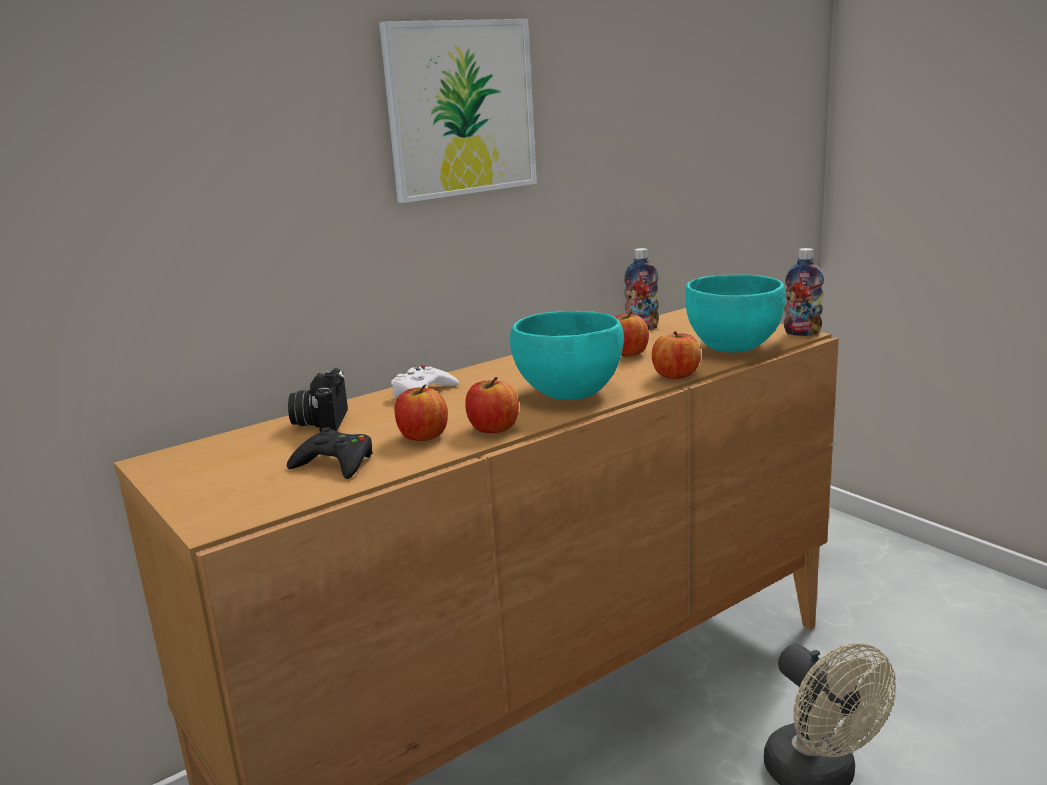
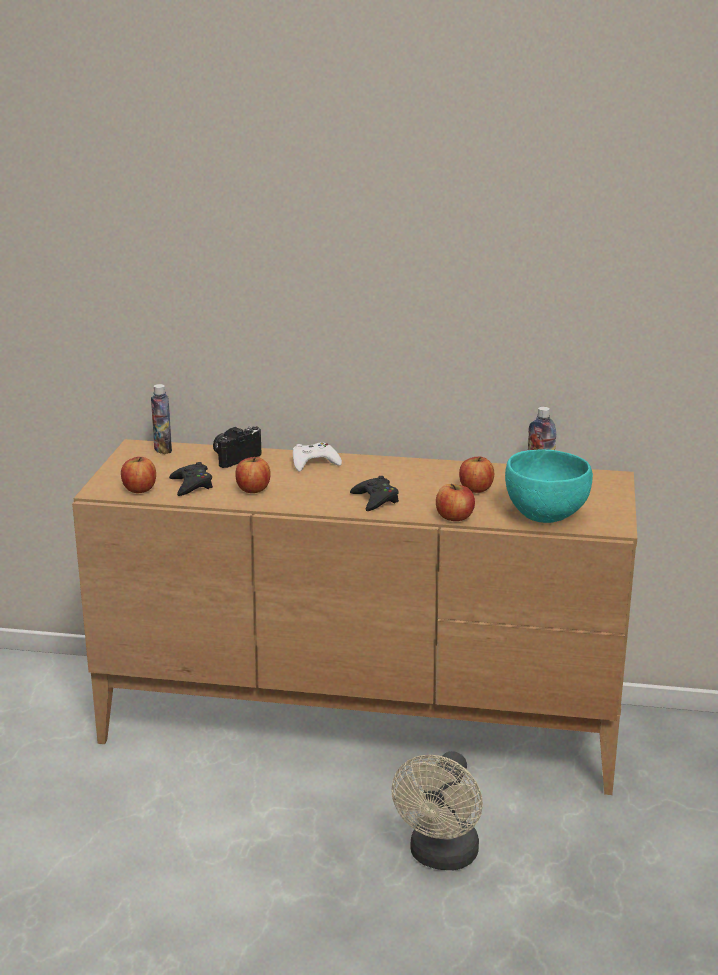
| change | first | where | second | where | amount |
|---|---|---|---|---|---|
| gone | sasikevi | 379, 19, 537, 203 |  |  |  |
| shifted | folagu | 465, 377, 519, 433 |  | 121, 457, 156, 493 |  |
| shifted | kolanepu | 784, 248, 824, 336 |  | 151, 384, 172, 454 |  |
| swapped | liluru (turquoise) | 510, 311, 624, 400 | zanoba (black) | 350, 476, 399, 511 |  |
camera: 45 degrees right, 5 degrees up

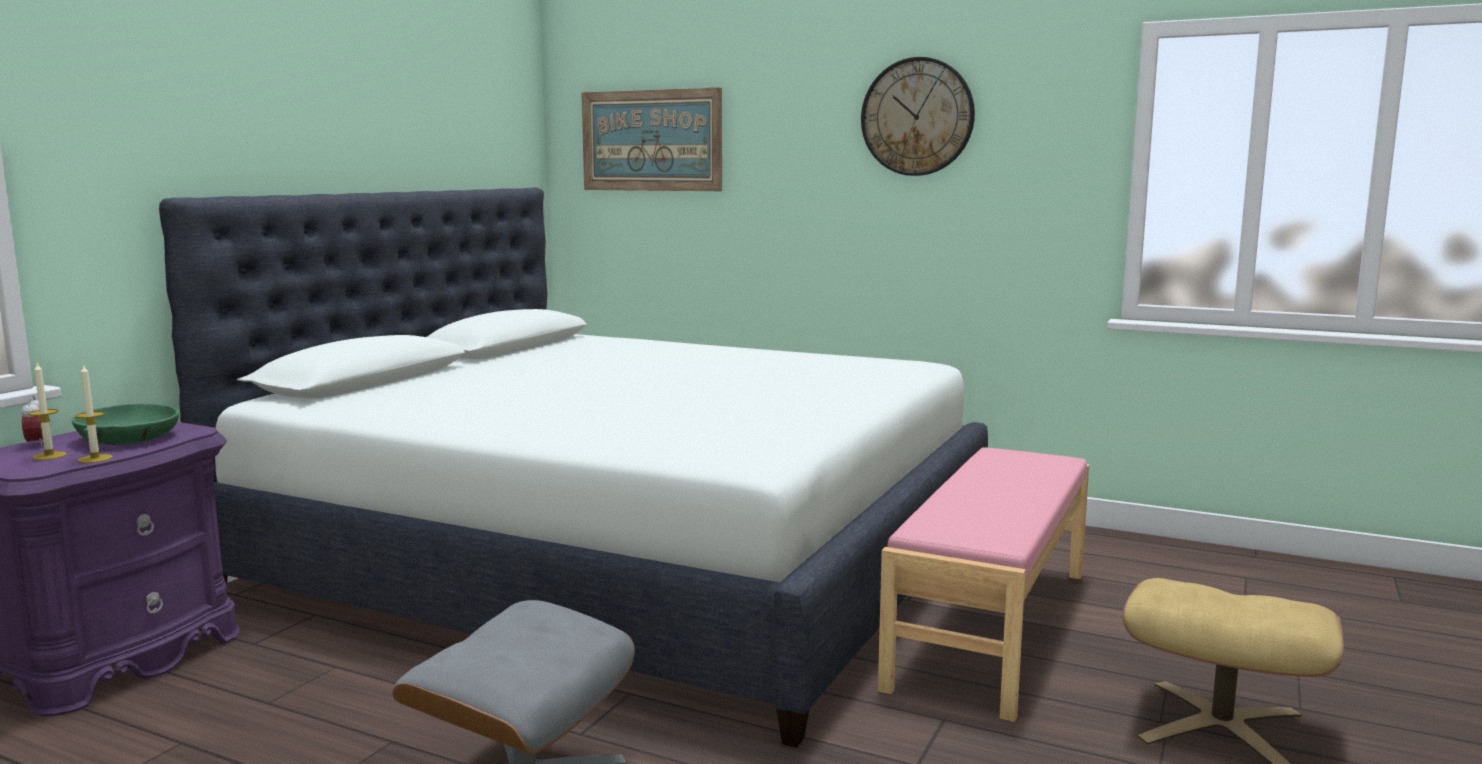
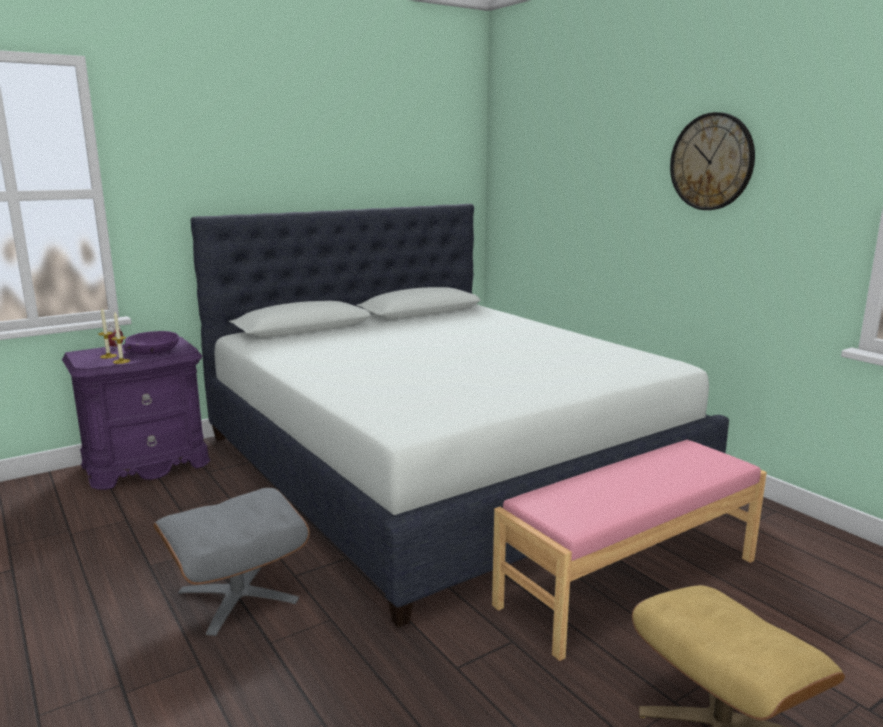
| change | first | where | second | where | amount |
|---|---|---|---|---|---|
| gone | sasikevi | 581, 87, 722, 191 |  |  |  |
| repainted | liluru (green) | 72, 404, 179, 445 | liluru (purple) | 123, 331, 179, 354 |  |
camera: 30 degrees right, 5 degrees up

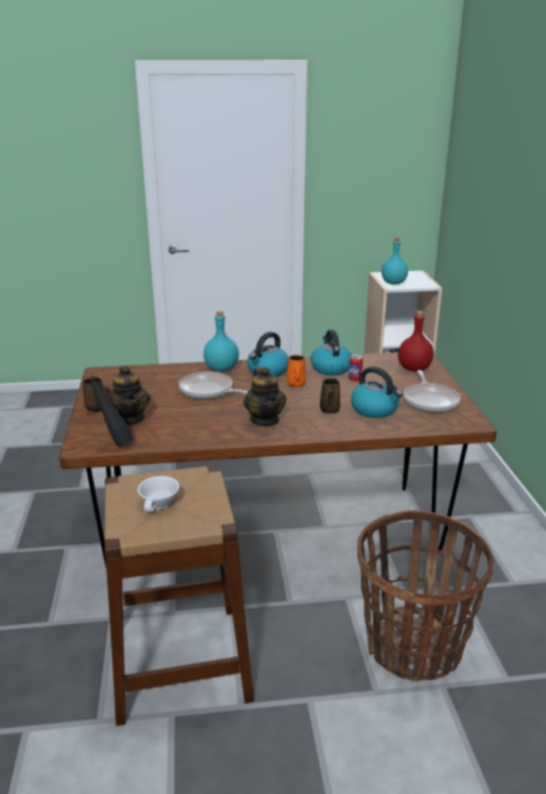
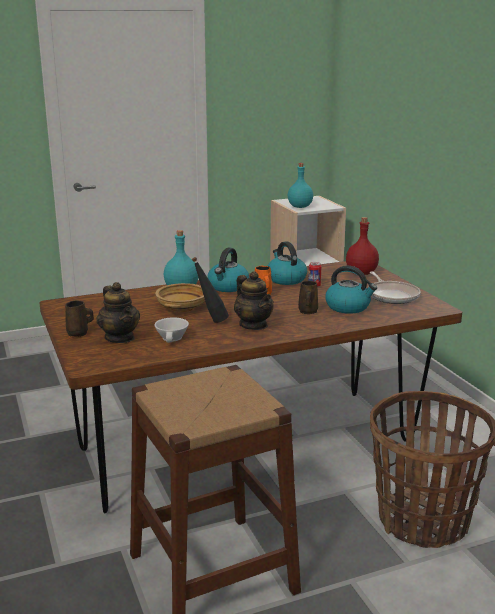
| change | first | where | second | where | amount |
|---|---|---|---|---|---|
| shifted | kolanepu (black) | 88, 375, 134, 447 |  | 192, 257, 229, 323 |  |
| shifted | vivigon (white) | 137, 476, 179, 512 |  | 154, 317, 189, 343 |  |
| swapped | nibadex | 179, 371, 248, 399 | liluru (beige) | 155, 283, 205, 312 |  |
camera: 15 degrees left, 5 degrees down

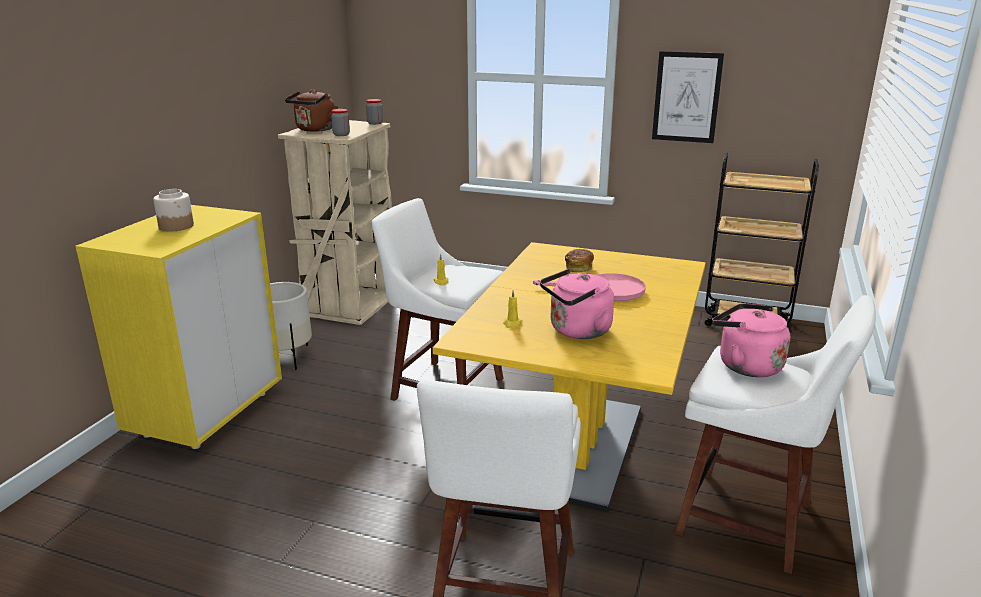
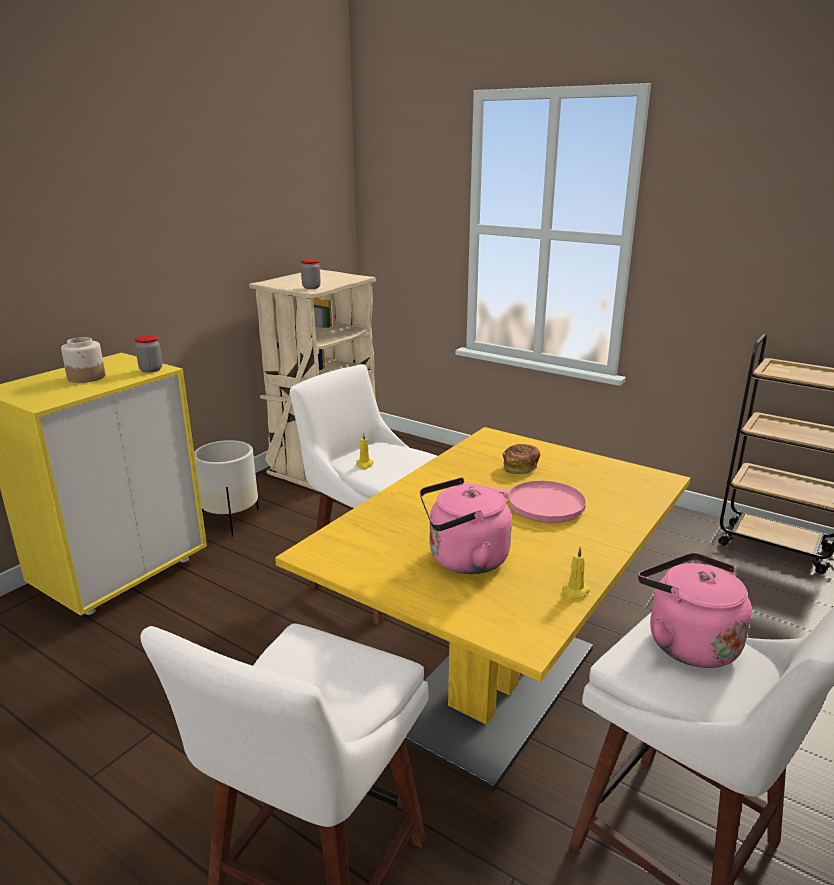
| change | first | where | second | where | amount |
|---|---|---|---|---|---|
| gone | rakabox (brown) | 285, 90, 338, 132 |  |  |  |
| gone | sasikevi | 652, 51, 724, 143 |  |  |  |
| shifted | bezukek | 366, 99, 383, 125 |  | 135, 335, 162, 373 |  |
| shifted | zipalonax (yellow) | 503, 291, 523, 329 |  | 562, 547, 591, 601 |  |
camera: 15 degrees right, 0 degrees up

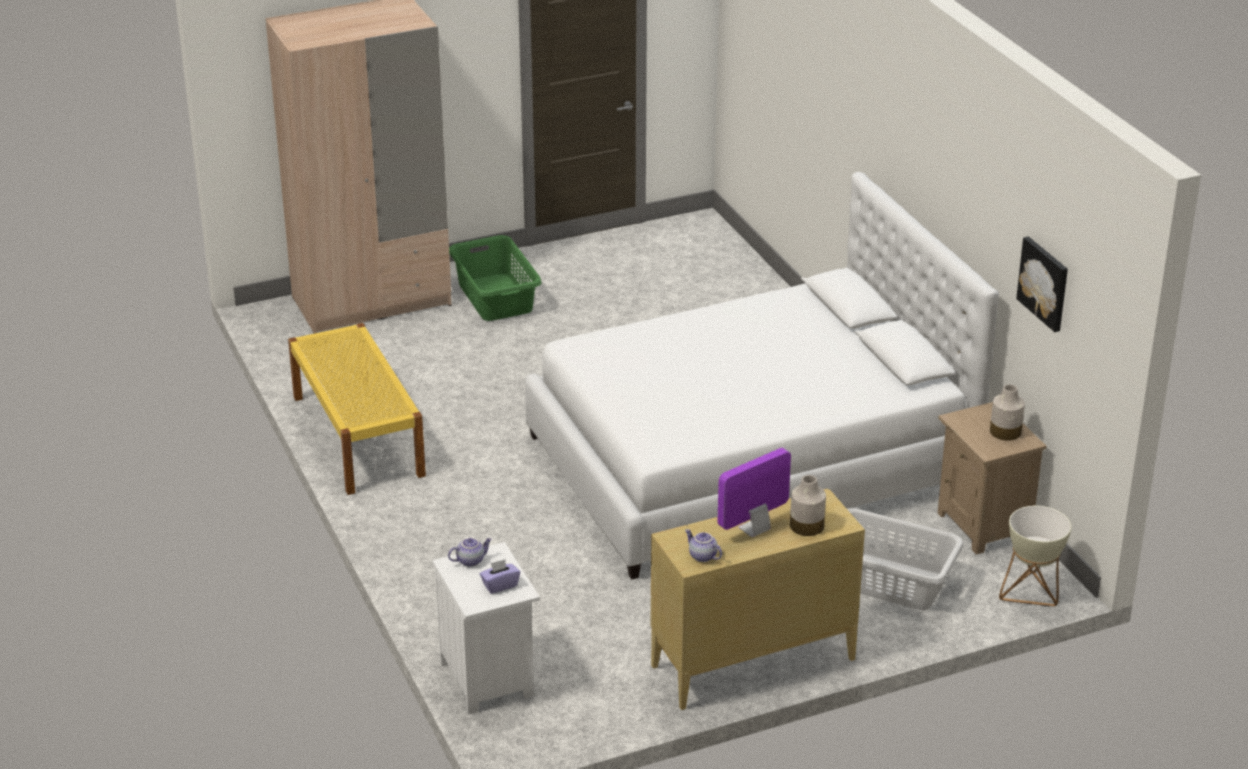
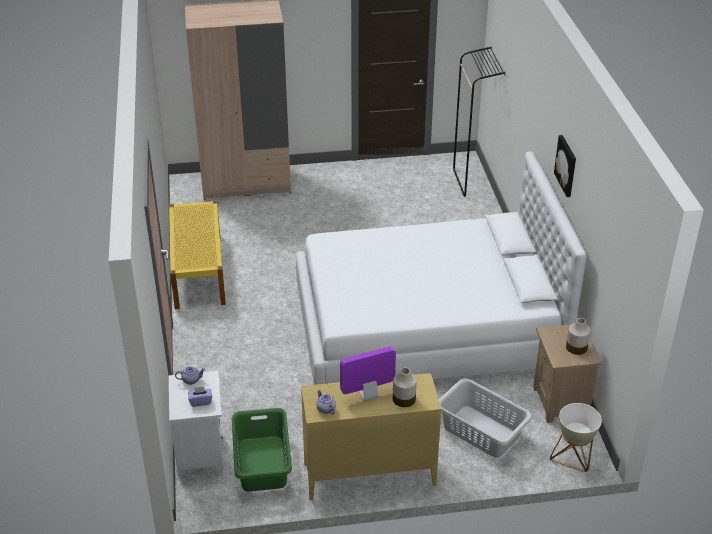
| change | first | where | second | where | amount |
|---|---|---|---|---|---|
| new |  |  | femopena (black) | 453, 46, 505, 197 |  |
| shifted | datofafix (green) | 449, 235, 542, 321 |  | 232, 408, 292, 491 |  |
| shifted | sasikevi | 1016, 236, 1068, 332 |  | 554, 135, 576, 197 |  |
camera: 15 degrees right, 5 degrees up

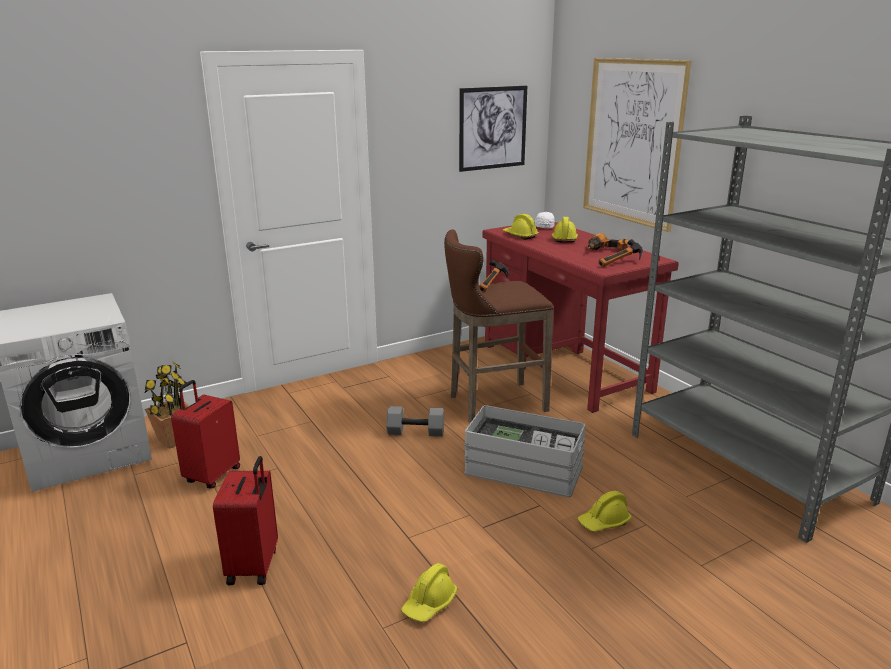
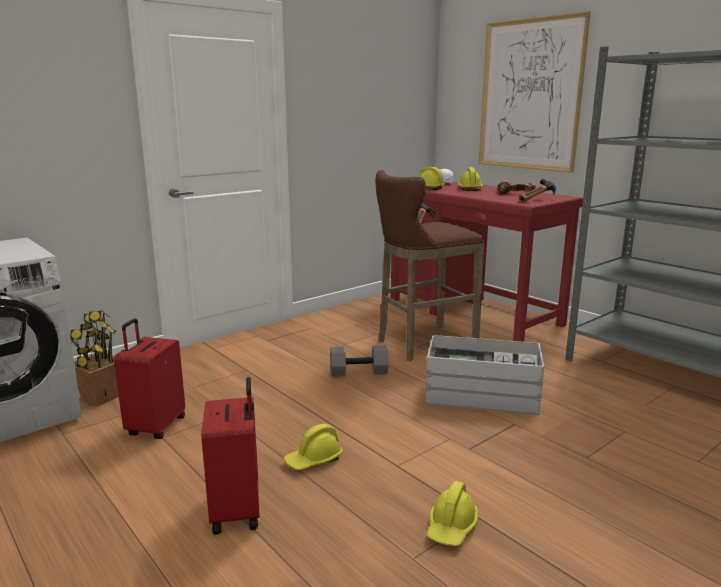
| change | first | where | second | where | amount |
|---|---|---|---|---|---|
| gone | sasikevi | 459, 86, 527, 172 |  |  |  |
| shifted | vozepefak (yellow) | 578, 491, 632, 532 |  | 284, 424, 343, 470 |  |
camera: 10 degrees left, 5 degrees down

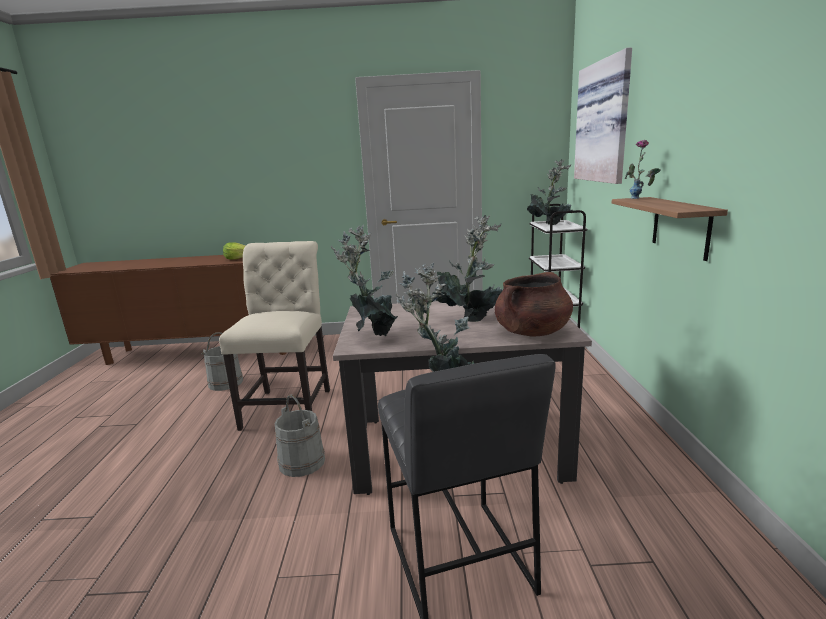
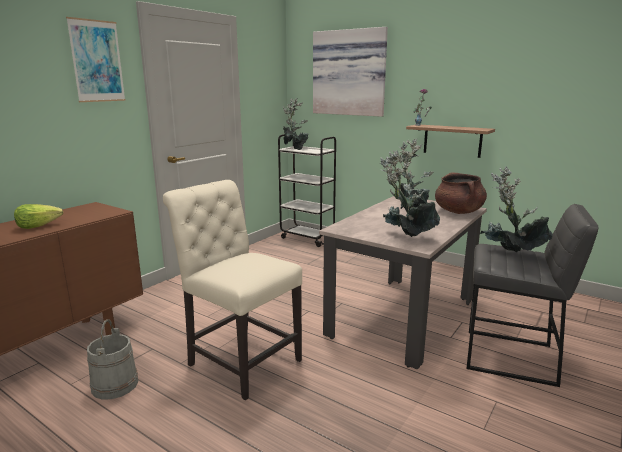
| change | first | where | second | where | amount |
|---|---|---|---|---|---|
| gone | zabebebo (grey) | 275, 394, 325, 477 |  |  |  |
| new |  |  | sasikevi | 66, 17, 126, 102 |  |
camera: 55 degrees left, 0 degrees up

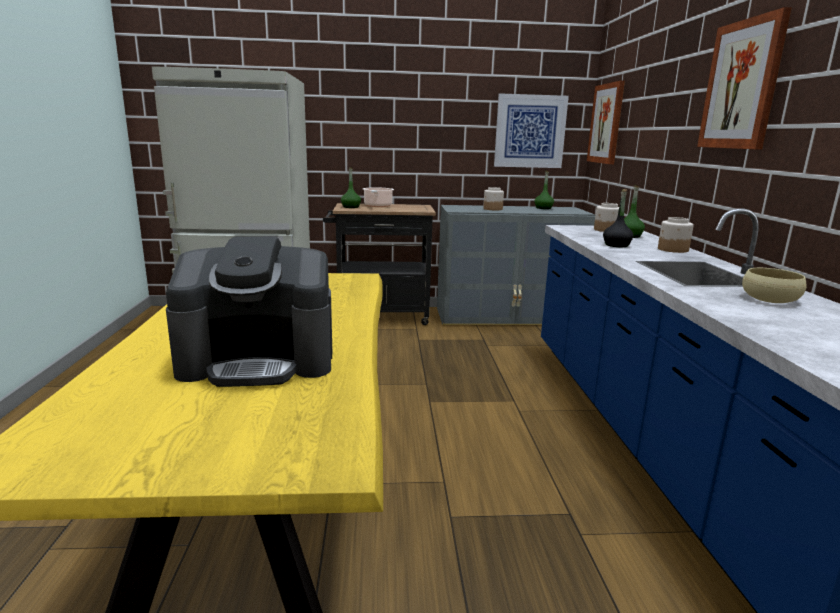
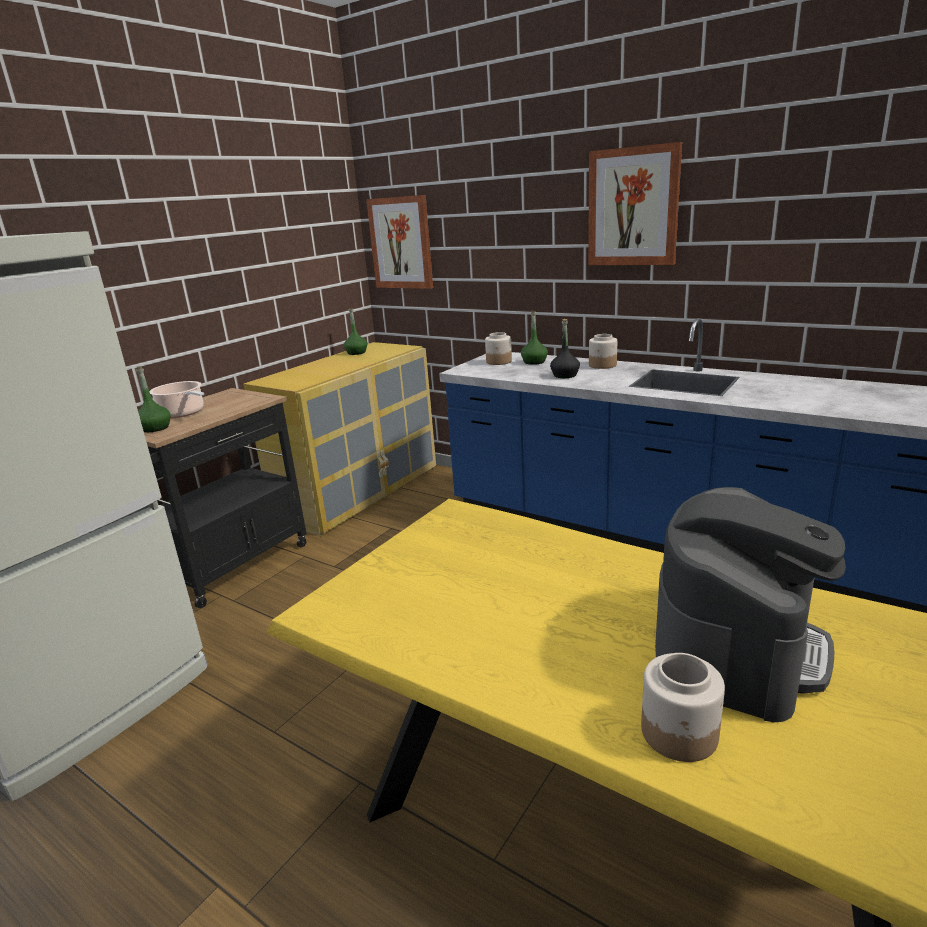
| change | first | where | second | where | amount |
|---|---|---|---|---|---|
| gone | sasikevi | 494, 93, 569, 168 |  |  |  |
| gone | liluru (beige) | 742, 268, 806, 303 |  |  |  |
| shifted | bezukek | 483, 187, 504, 210 |  | 641, 653, 725, 762 |  |
| repainted | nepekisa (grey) | 437, 205, 595, 325 | nepekisa (yellow) | 243, 342, 436, 536 |  |
camera: 50 degrees left, 5 degrees up

